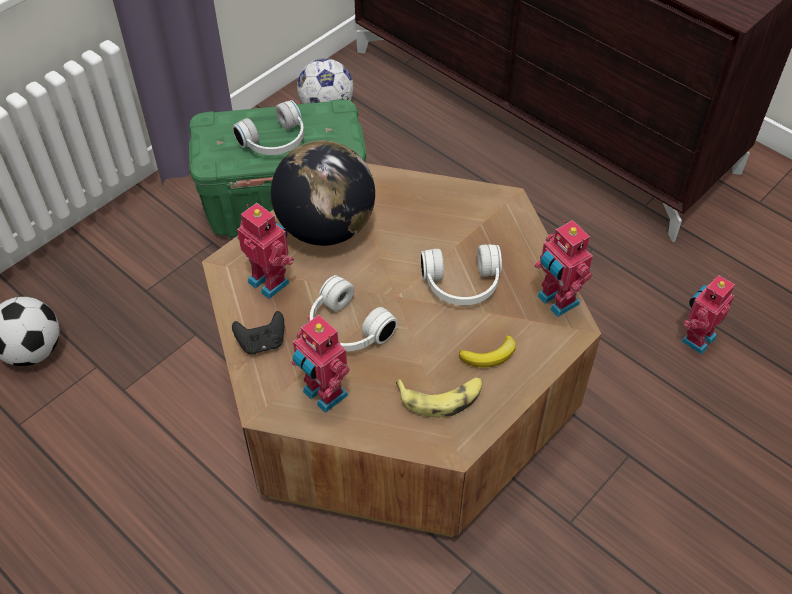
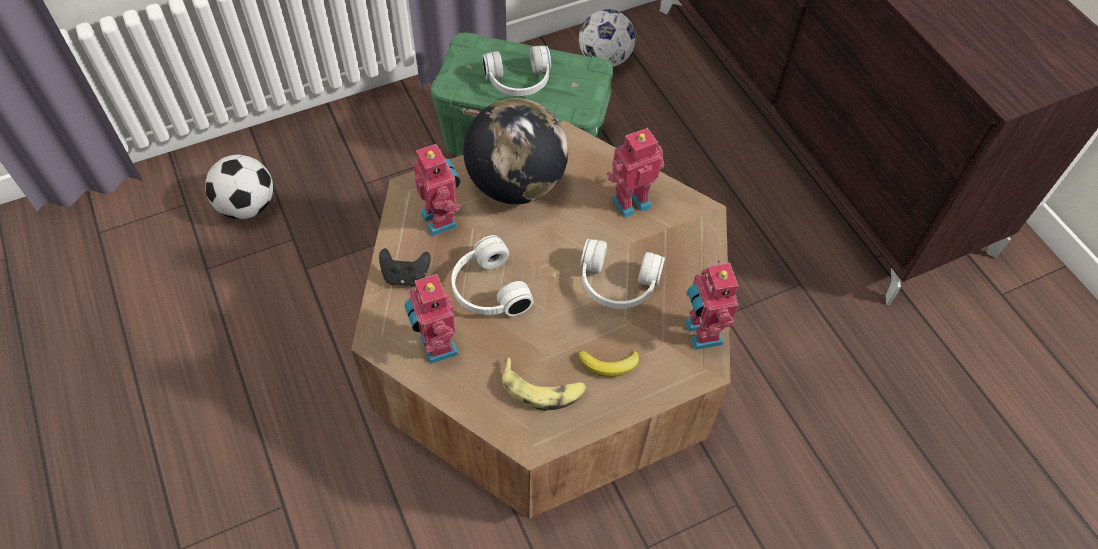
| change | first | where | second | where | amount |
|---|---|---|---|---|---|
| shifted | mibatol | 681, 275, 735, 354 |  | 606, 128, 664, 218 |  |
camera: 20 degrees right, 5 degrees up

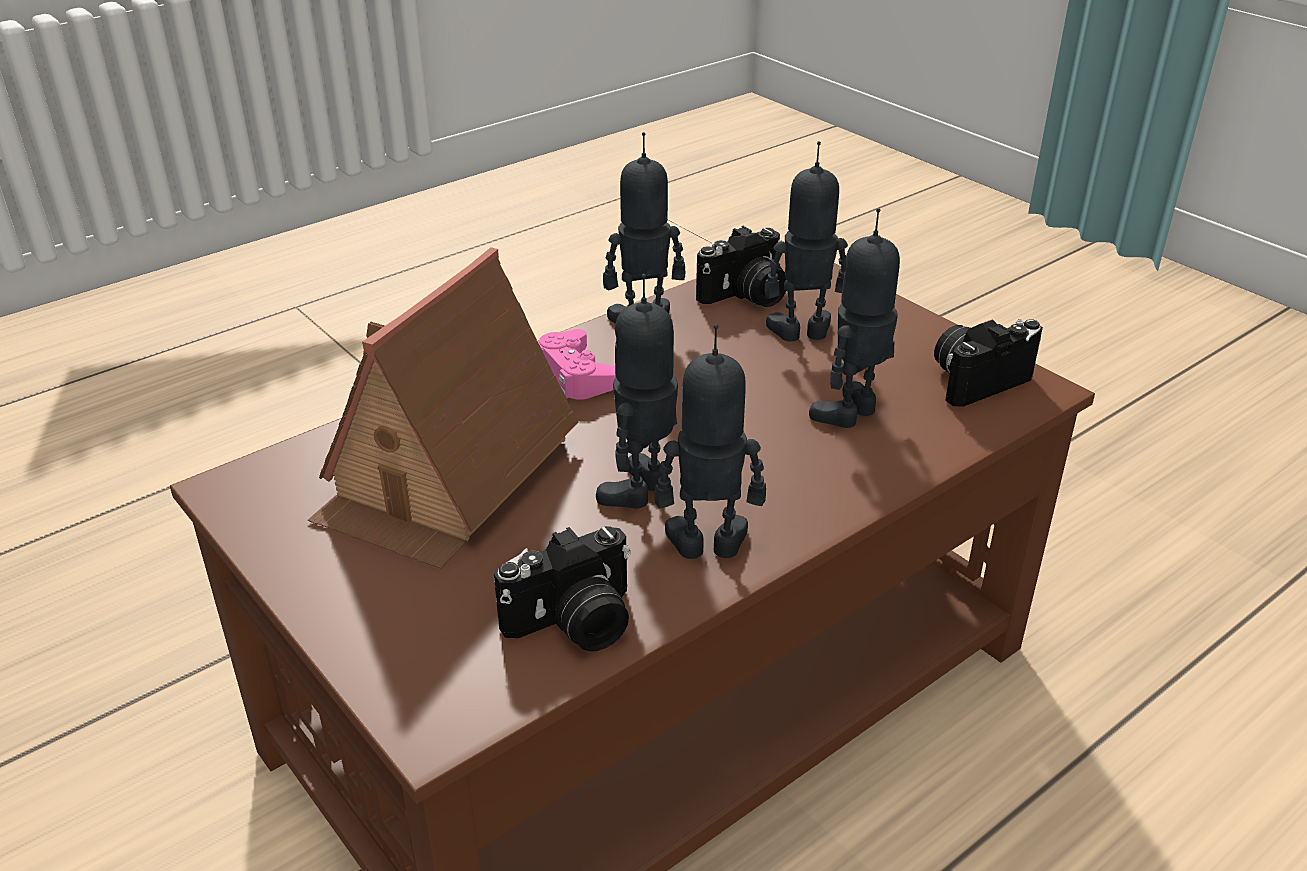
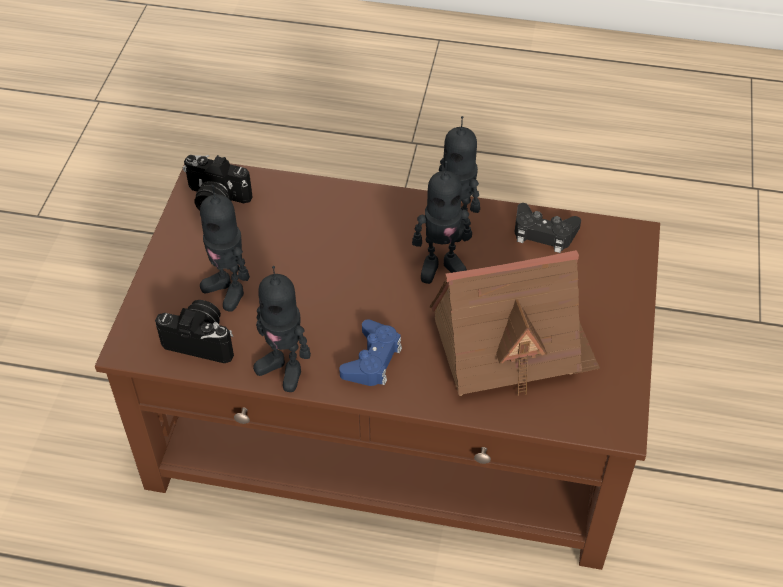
| change | first | where | second | where | amount |
|---|---|---|---|---|---|
| gone | mibatol | 809, 208, 900, 428 |  |  |  |
| swapped | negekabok | 494, 526, 631, 651 | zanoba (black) | 515, 203, 581, 253 |  |
| repainted | zanoba (pink) | 537, 329, 616, 400 | zanoba (blue) | 339, 319, 402, 386 |  |
camera: 130 degrees left, 15 degrees up

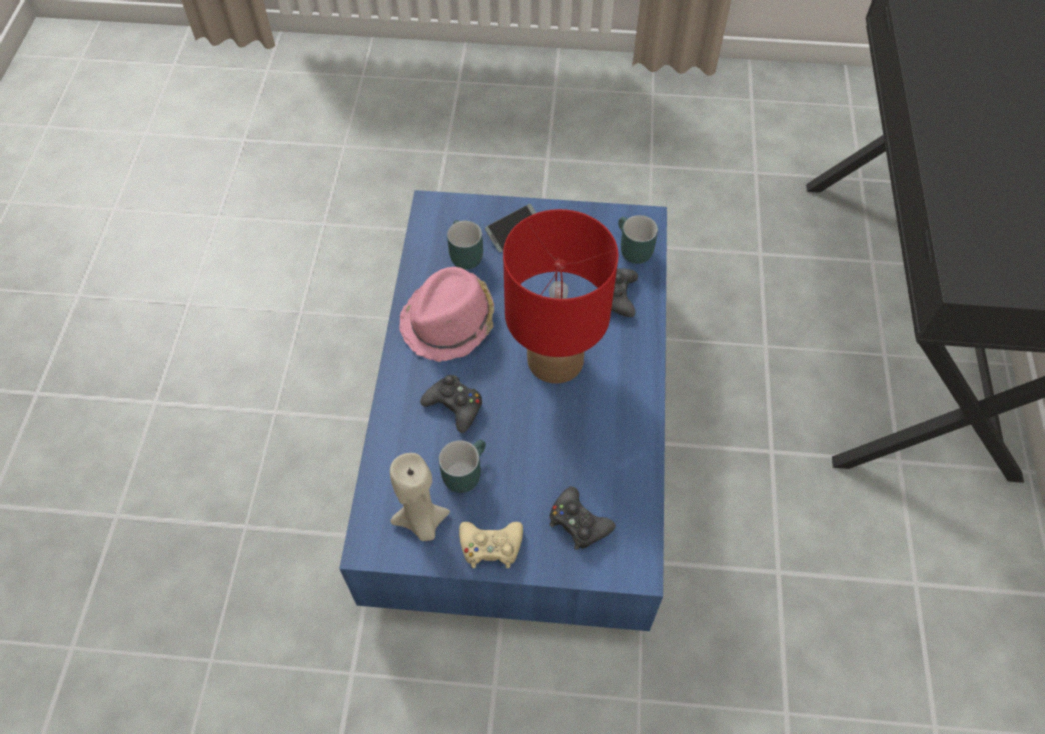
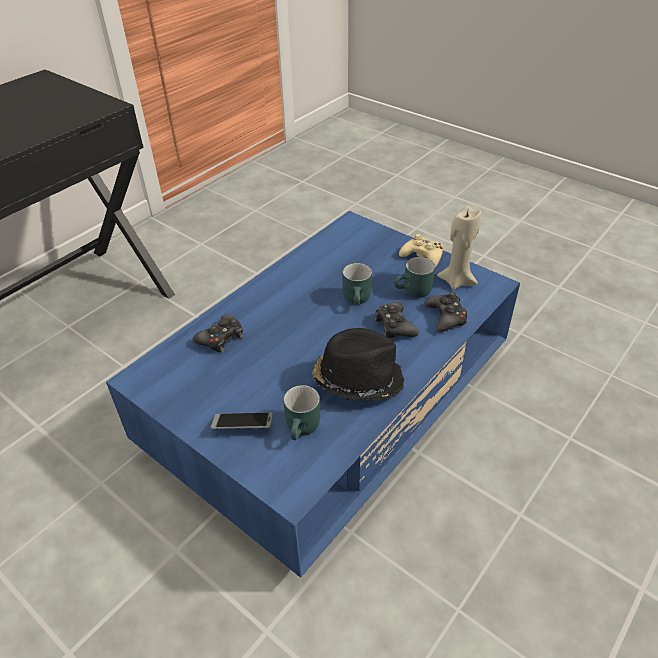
| change | first | where | second | where | amount |
|---|---|---|---|---|---|
| gone | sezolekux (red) | 503, 209, 618, 384 |  |  |  |
| shifted | zanoba (black) | 549, 486, 616, 550 |  | 425, 292, 467, 332 |  |
| shifted | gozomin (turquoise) | 618, 215, 658, 264 |  | 342, 263, 372, 305 |  |
| repainted | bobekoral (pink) | 399, 267, 494, 362 | bobekoral (black) | 312, 328, 404, 401 |  |
camera: 145 degrees left, 15 degrees down

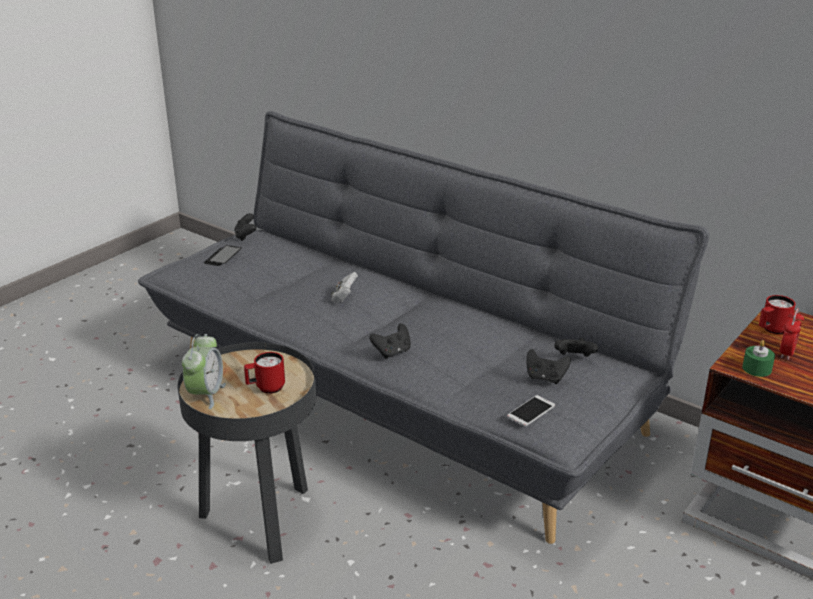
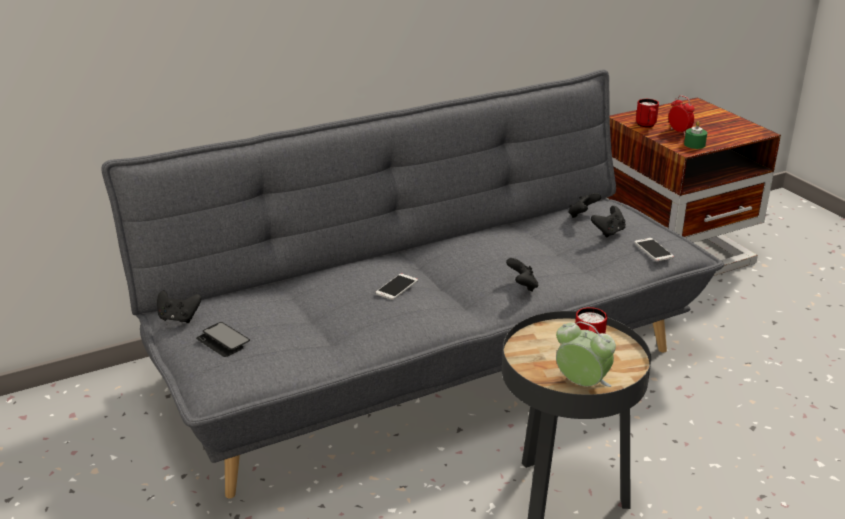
| change | first | where | second | where | amount |
|---|---|---|---|---|---|
| swapped | zanoba (white) | 331, 272, 358, 303 | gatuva | 375, 273, 418, 300 |  |
camera: 65 degrees left, 0 degrees up

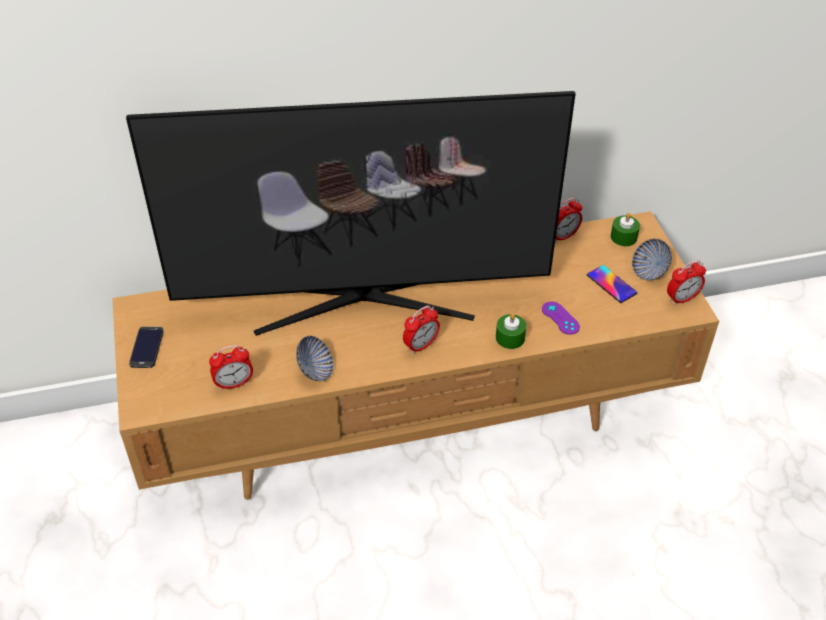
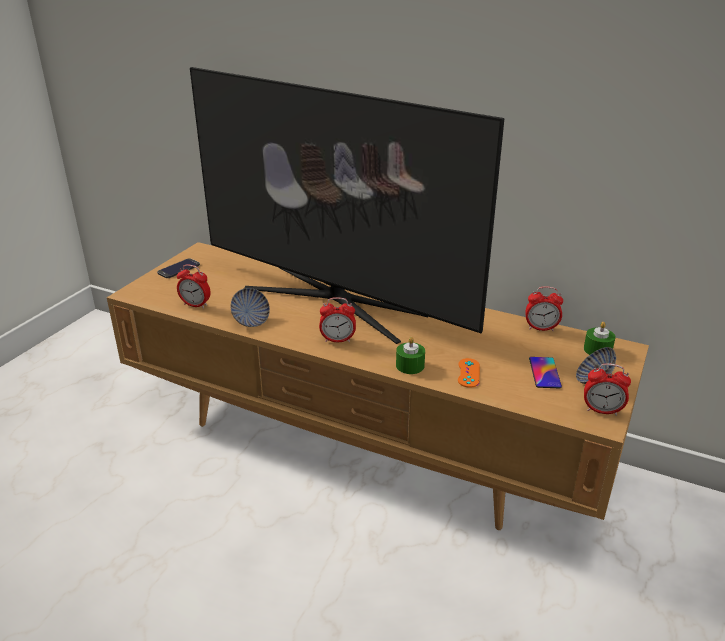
| change | first | where | second | where | amount |
|---|---|---|---|---|---|
| repainted | zanoba (purple) | 542, 301, 580, 335 | zanoba (orange) | 458, 358, 480, 388 |  |
camera: 40 degrees right, 15 degrees down

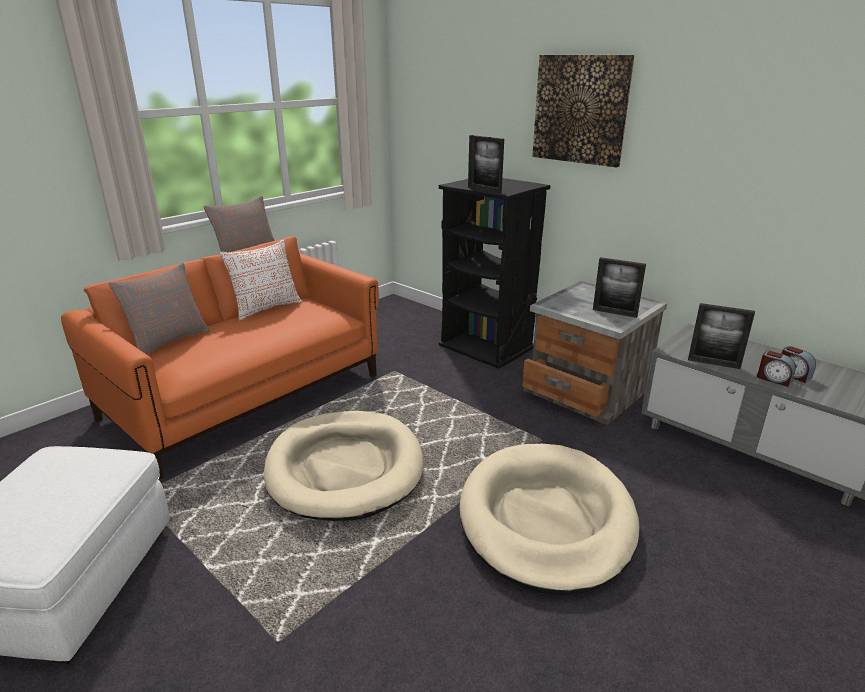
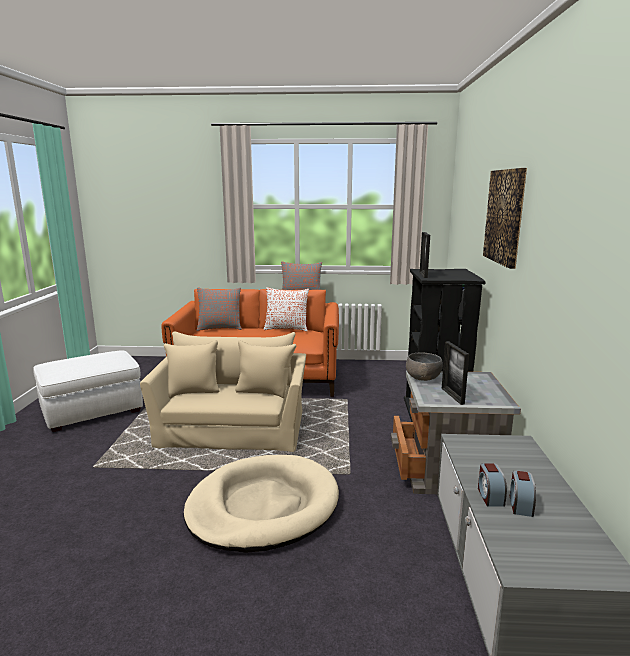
| change | first | where | second | where | amount |
|---|---|---|---|---|---|
| gone | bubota | 688, 303, 755, 369 |  |  |  |
| new |  |  | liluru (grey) | 406, 352, 443, 381 |  |
| swapped | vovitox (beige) | 264, 411, 423, 521 | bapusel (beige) | 140, 331, 306, 452 |  |
camera: 50 degrees right, 10 degrees down

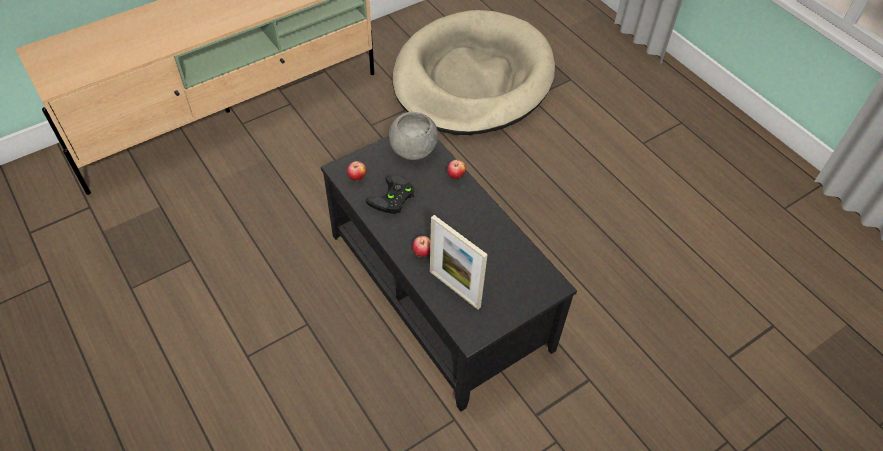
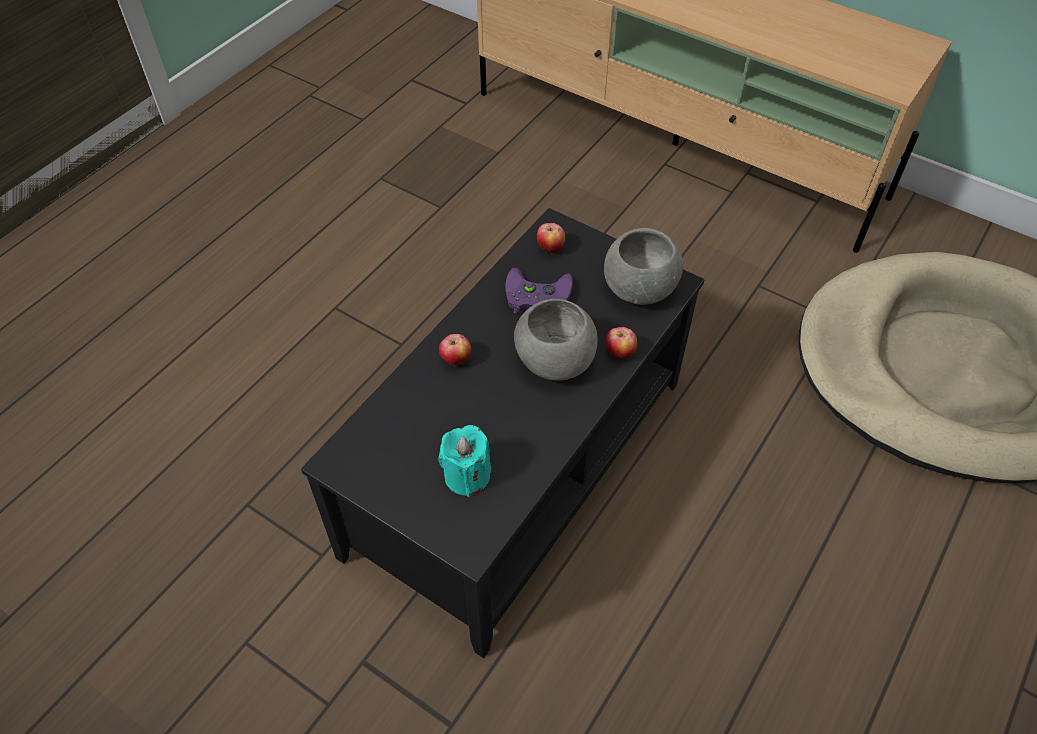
| change | first | where | second | where | amount |
|---|---|---|---|---|---|
| gone | bubota | 430, 215, 488, 309 |  |  |  |
| new |  |  | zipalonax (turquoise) | 438, 425, 491, 497 |  |
| new |  |  | liluru (grey) | 514, 299, 598, 381 |  |
| repainted | zanoba (black) | 366, 174, 415, 214 | zanoba (purple) | 505, 267, 573, 314 |  |
camera: 70 degrees right, 0 degrees up

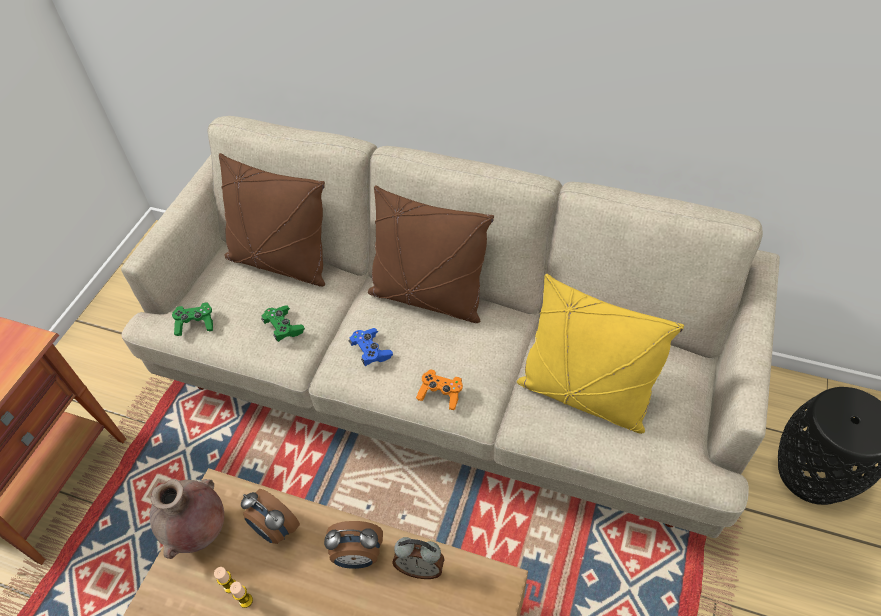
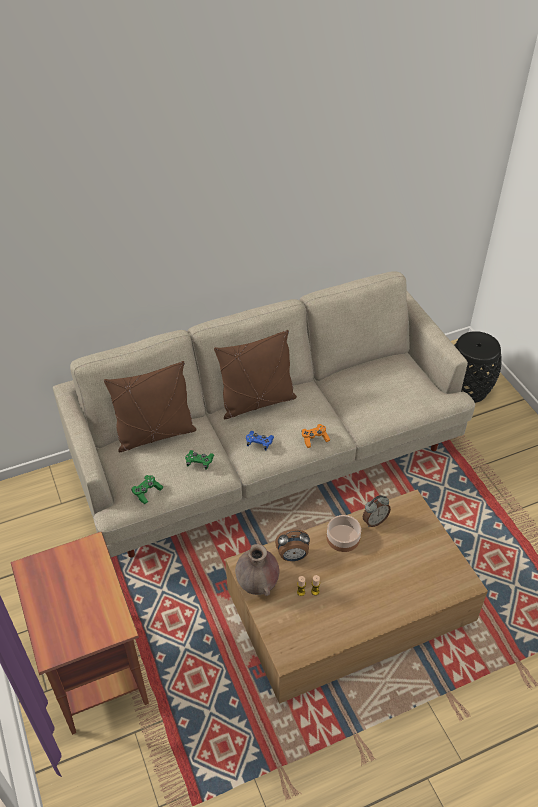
| change | first | where | second | where | amount |
|---|---|---|---|---|---|
| gone | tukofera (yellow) | 517, 274, 684, 434 |  |  |  |
| swapped | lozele | 324, 521, 383, 569 | liluru | 327, 515, 361, 552 |  |
camera: 45 degrees left, 5 degrees down

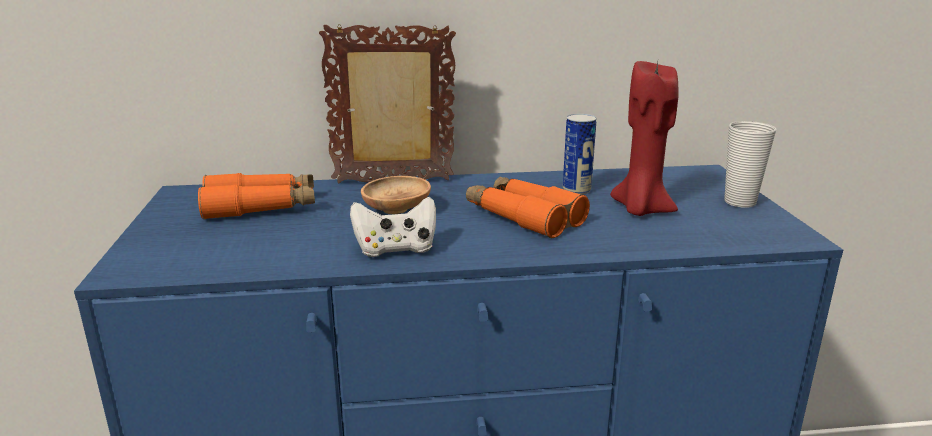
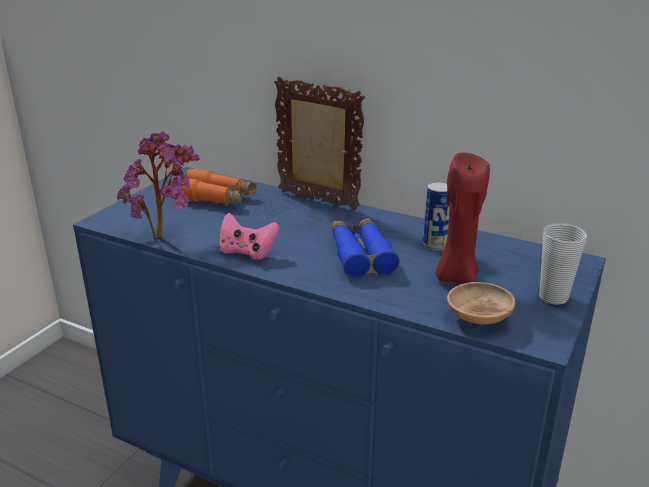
| change | first | where | second | where | amount |
|---|---|---|---|---|---|
| new |  |  | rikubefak | 117, 131, 200, 237 |  |
| shifted | liluru (brown) | 361, 176, 431, 214 |  | 447, 282, 516, 324 |  |
| repainted | zanoba (white) | 350, 197, 436, 257 | zanoba (pink) | 220, 213, 280, 260 |  |
| repainted | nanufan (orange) | 466, 176, 590, 238 | nanufan (blue) | 331, 218, 400, 278 |  |
camera: 35 degrees right, 5 degrees up

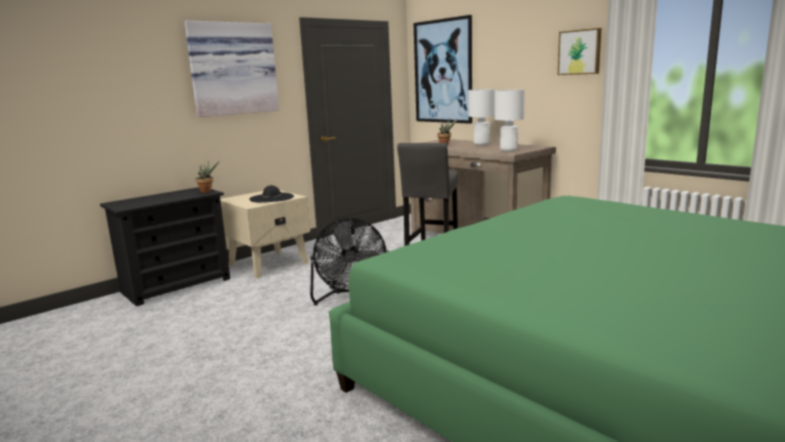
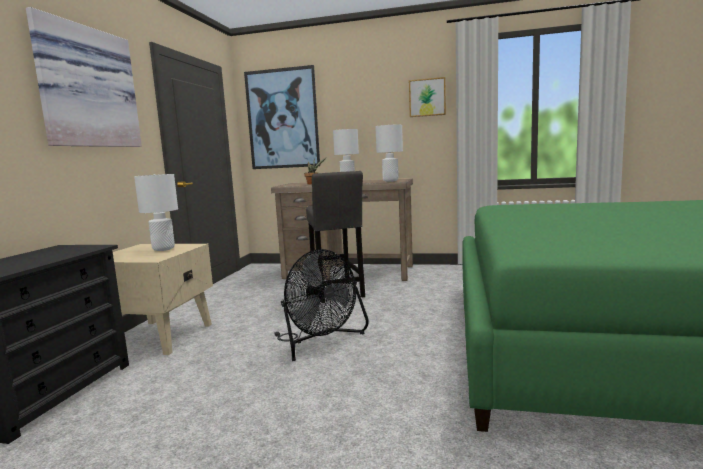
| change | first | where | second | where | amount |
|---|---|---|---|---|---|
| gone | rikubefak | 196, 161, 220, 192 |  |  |  |
| swapped | bobekoral (black) | 249, 185, 294, 202 | sezolekux (white) | 134, 174, 178, 251 |  |
camera: 35 degrees left, 5 degrees down

